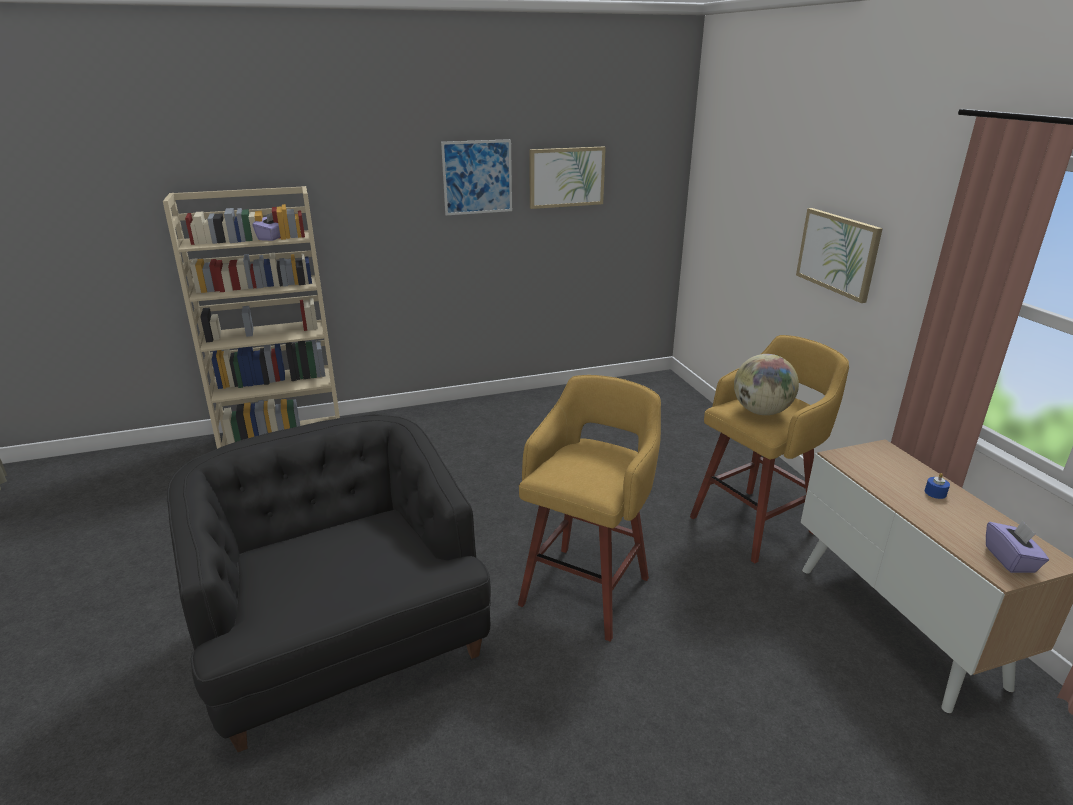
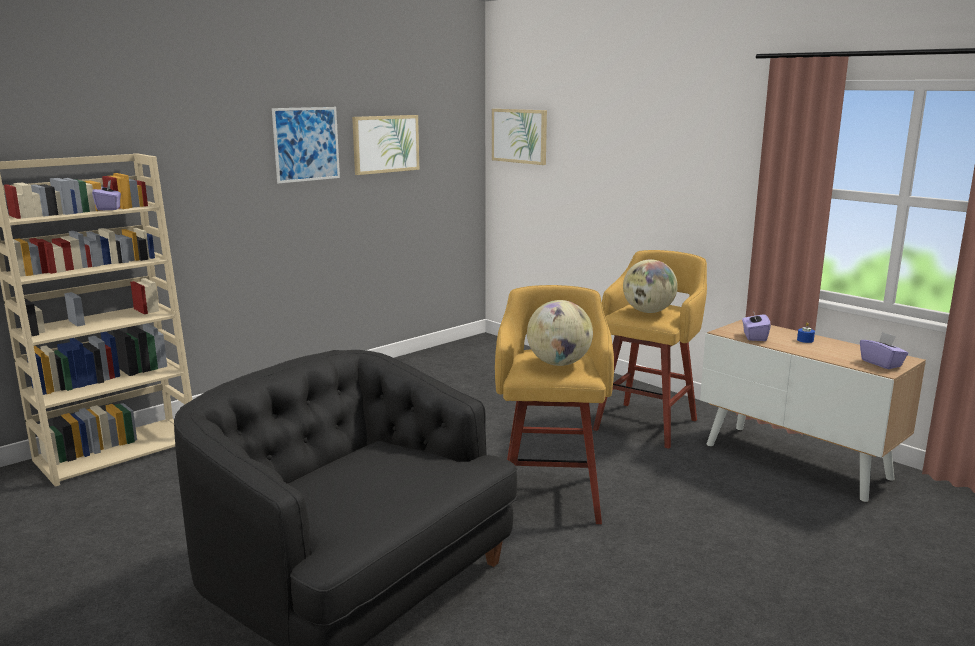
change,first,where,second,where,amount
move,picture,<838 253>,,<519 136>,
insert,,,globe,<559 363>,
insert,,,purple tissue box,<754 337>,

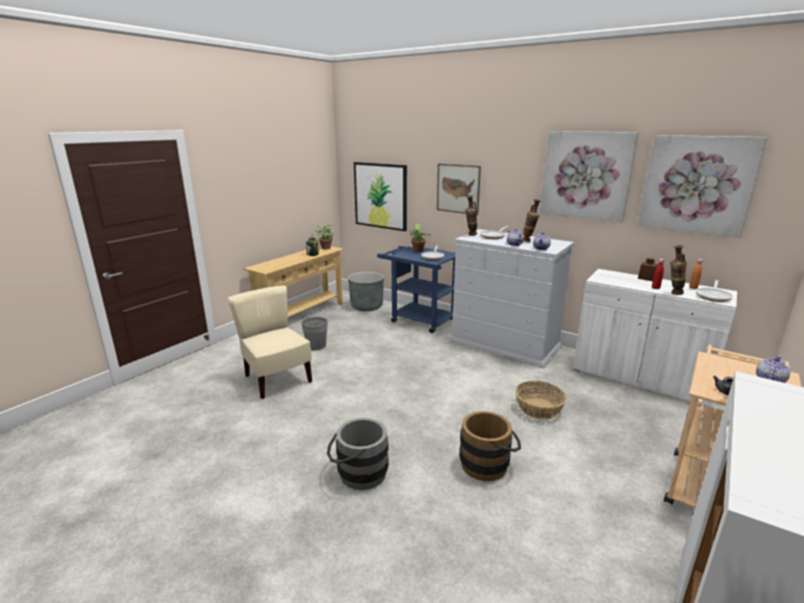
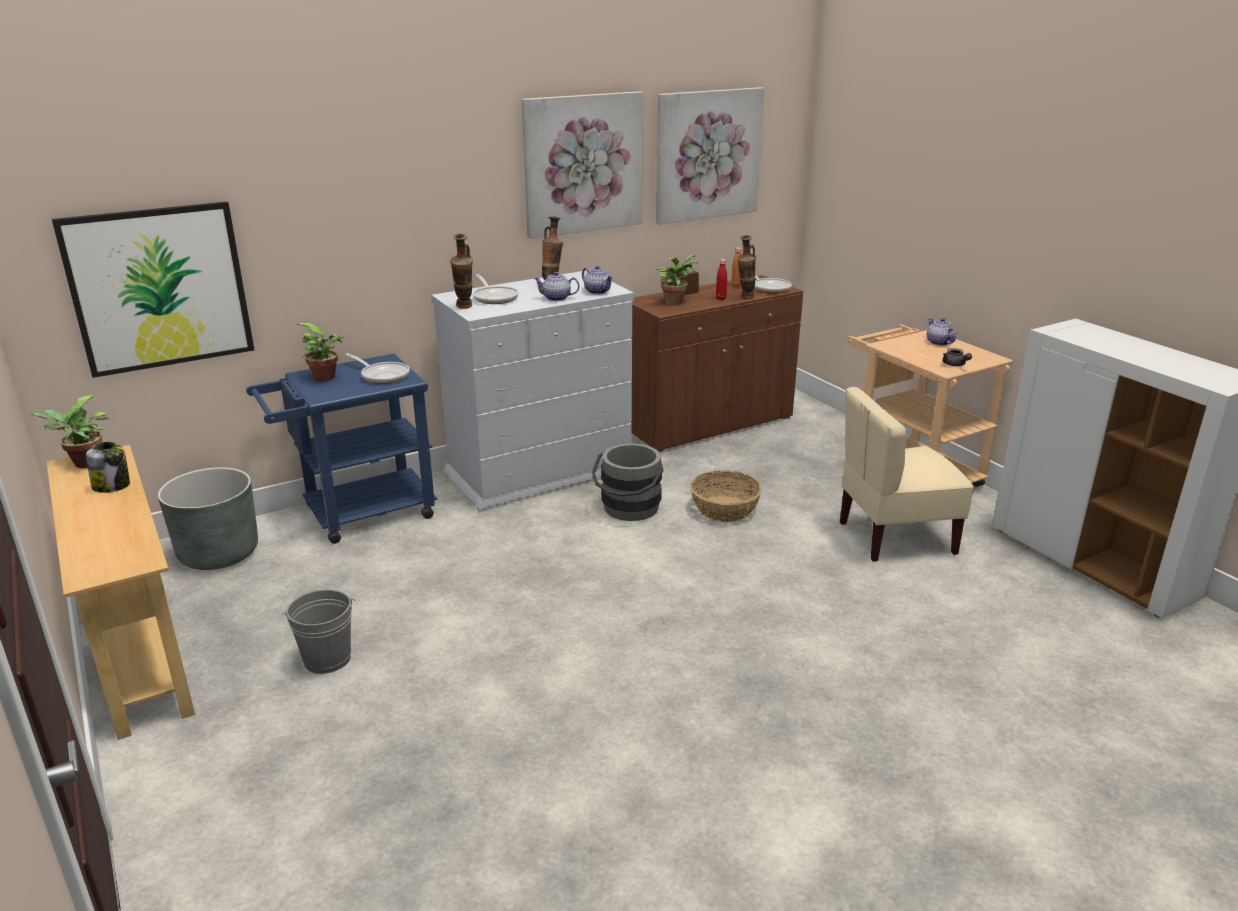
change,first,where,second,where,amount
delete,picture,<458 188>,,,
recolor,white cabinet,<639 378>,brown cabinet,<708 424>,
move,beige chair,<276 379>,,<895 537>,
delete,brown bucket,<488 464>,,,
move,grey bucket,<358 473>,,<629 510>,
insert,,,potted plant,<674 302>,

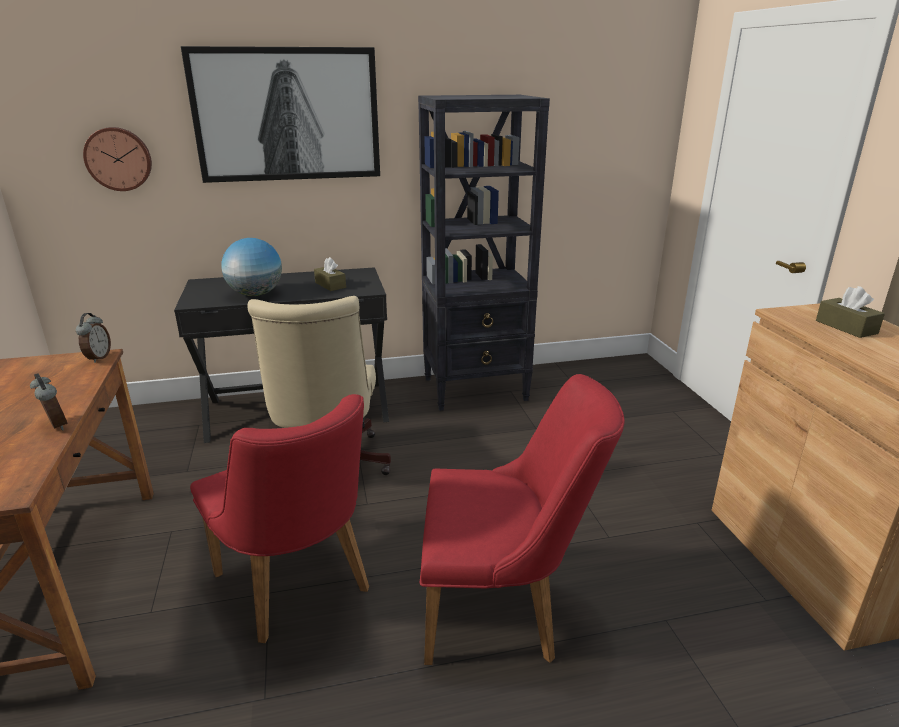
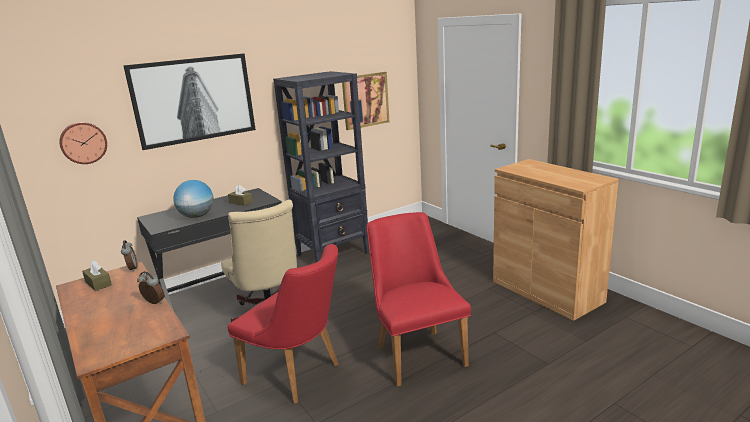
change,first,where,second,where,amount
move,brown tissue box,<846 327>,,<98 283>,
rotate,red chair,<504 611>,,<416 351>,90 degrees counterclockwise
insert,,,picture,<365 100>,

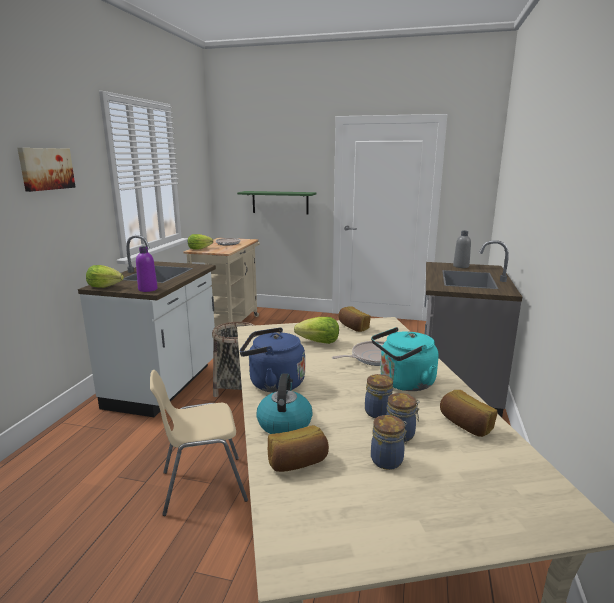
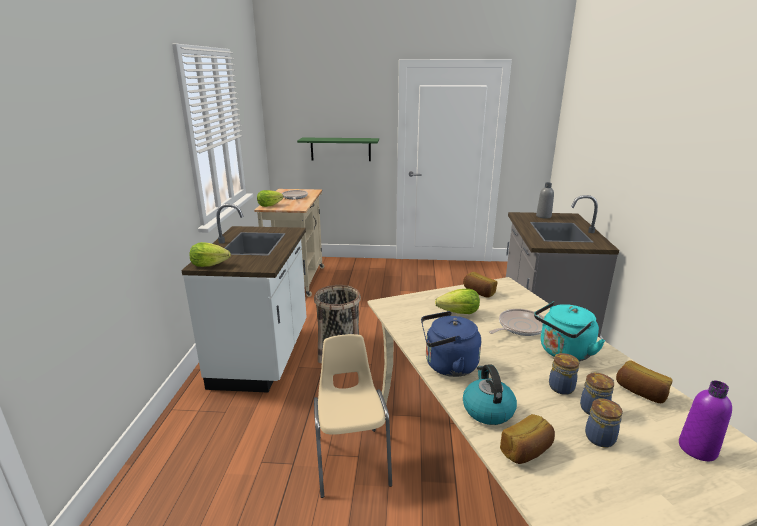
change,first,where,second,where,amount
delete,picture,<46 169>,,,
move,purple bottle,<148 289>,,<697 449>,
rotate,beige chair,<202 485>,,<351 460>,105 degrees clockwise

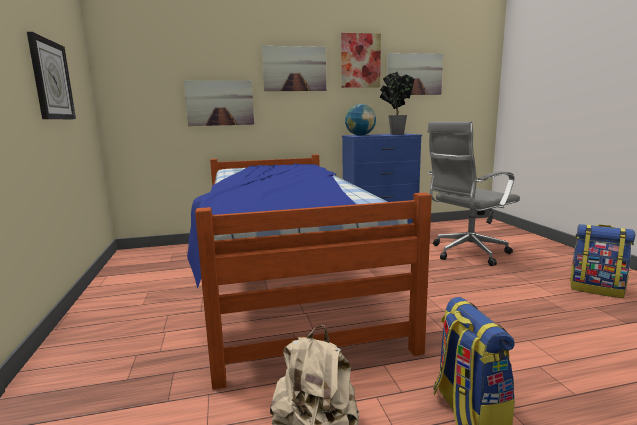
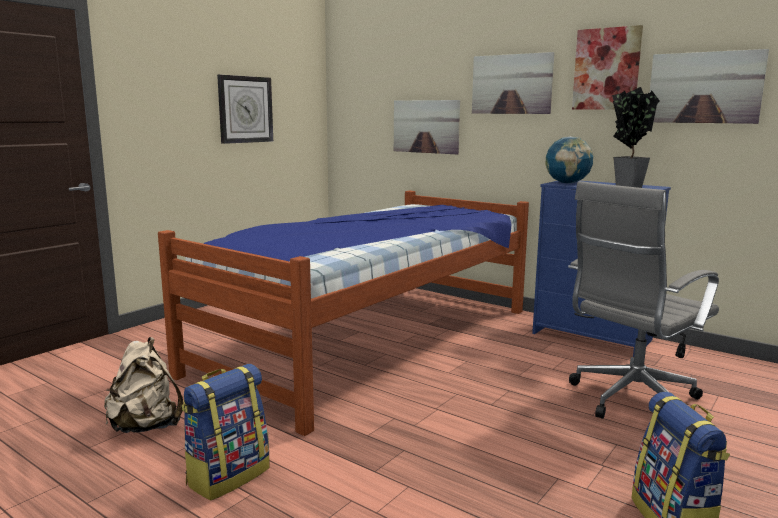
change,first,where,second,where,amount
rotate,grey office chair,<466 253>,,<630 401>,60 degrees counterclockwise

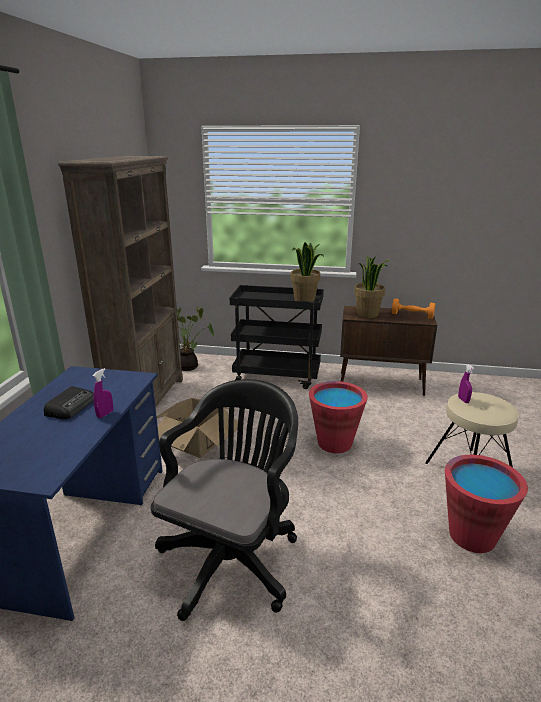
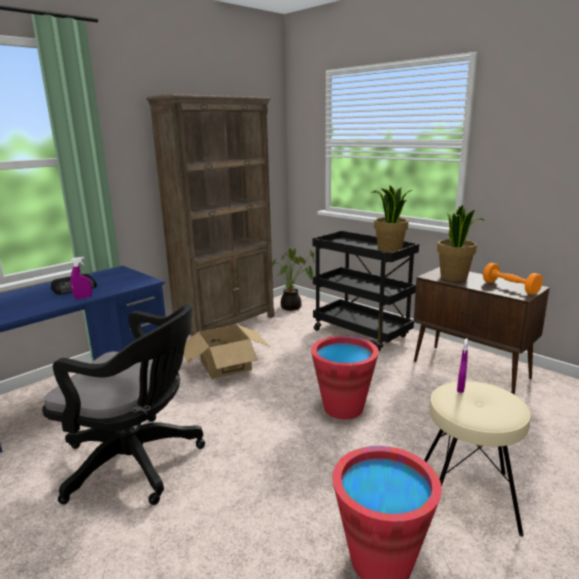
change,first,where,second,where,amount
rotate,black office chair,<233 557>,,<138 462>,45 degrees clockwise

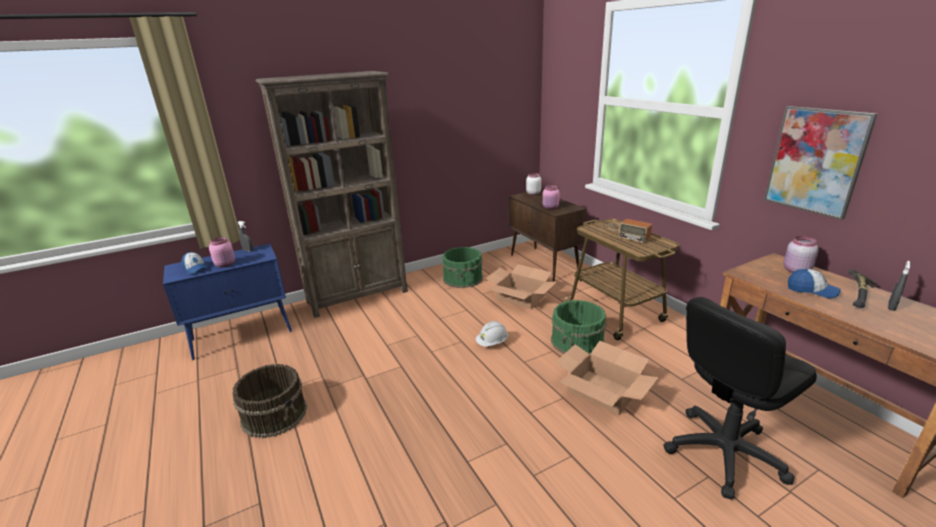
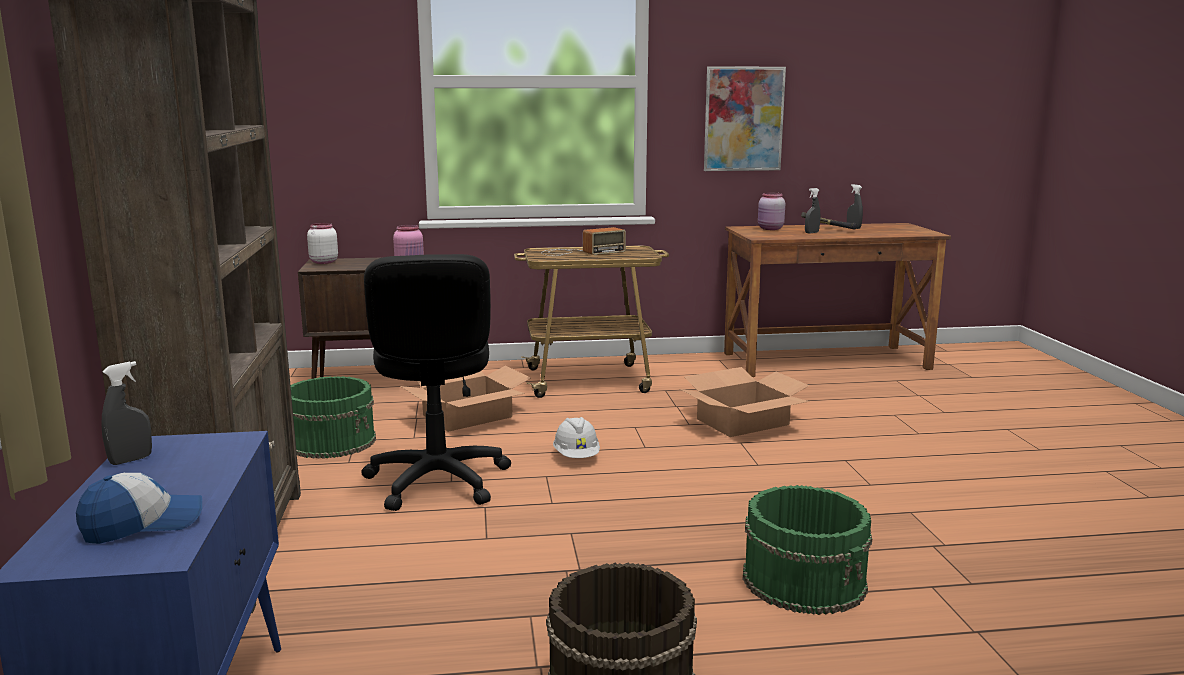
change,first,where,second,where,amount
delete,pink jar,<226 264>,,,
replace,cap,<811 290>,grey spray bottle,<811 232>,
move,black office chair,<723 452>,,<437 481>,
move,green bucket,<577 341>,,<805 580>,

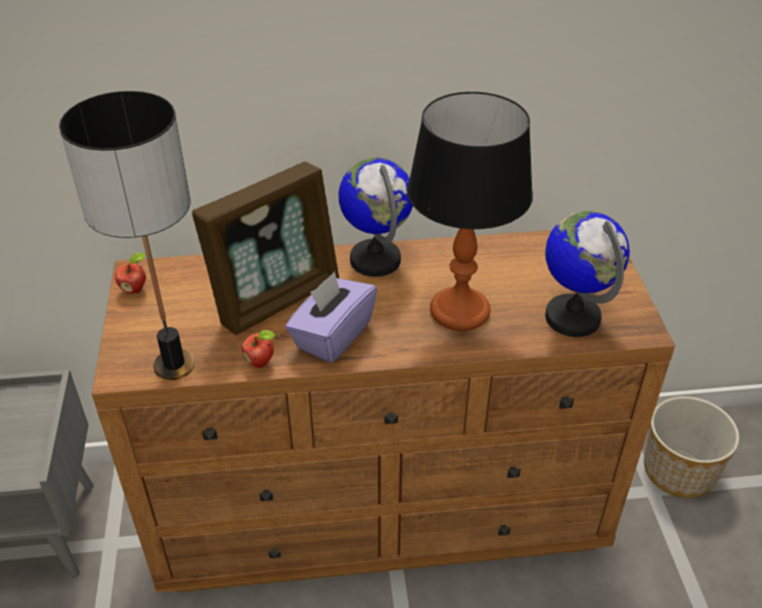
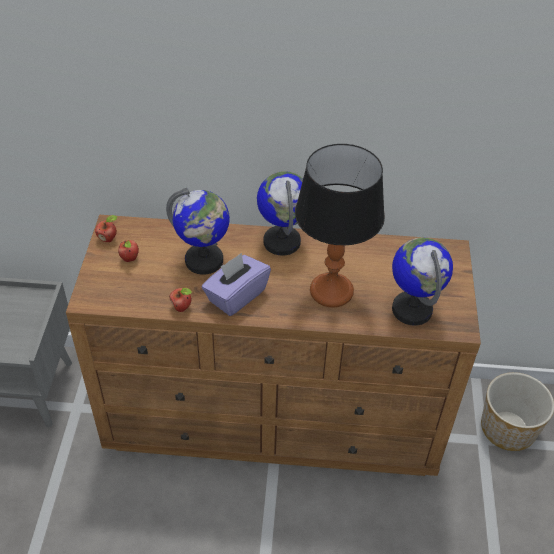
change,first,where,second,where,amount
delete,table lamp,<173 366>,,,
replace,picture frame,<276 298>,globe,<204 261>,
insert,,,apple,<130 259>,

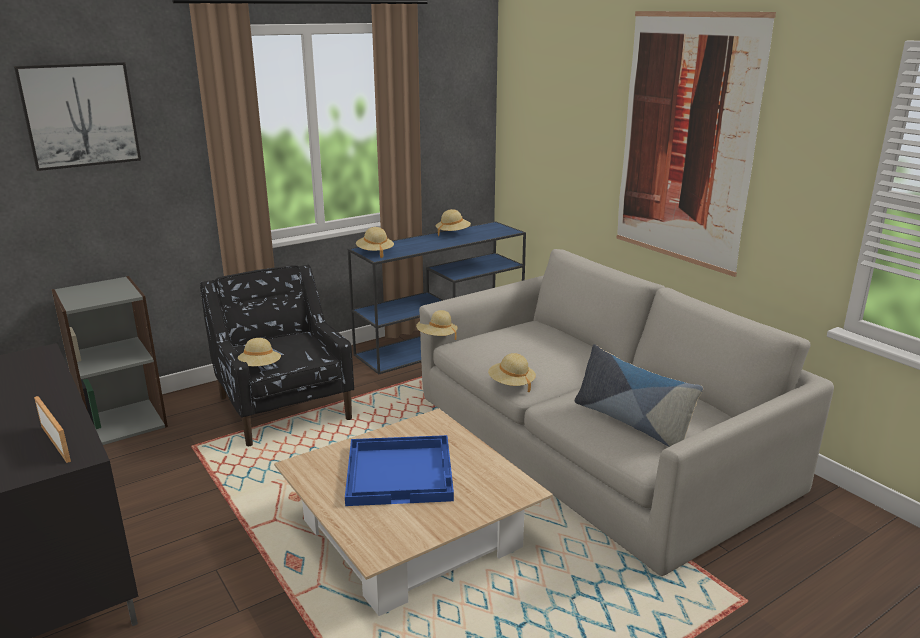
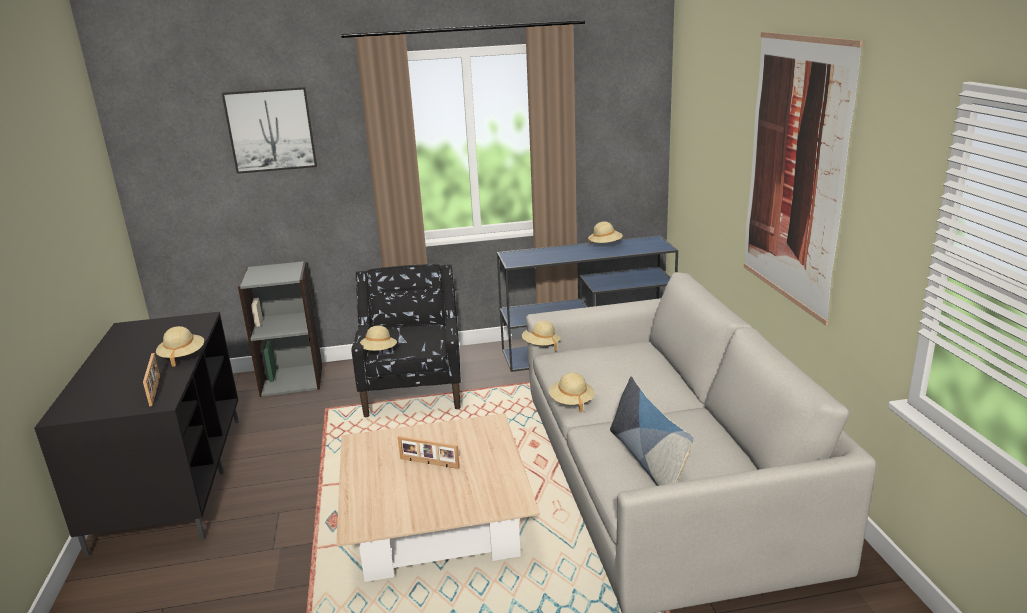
change,first,where,second,where,amount
move,beige hat,<375 252>,,<182 356>,
replace,blue tray,<400 472>,picture frame,<429 463>,

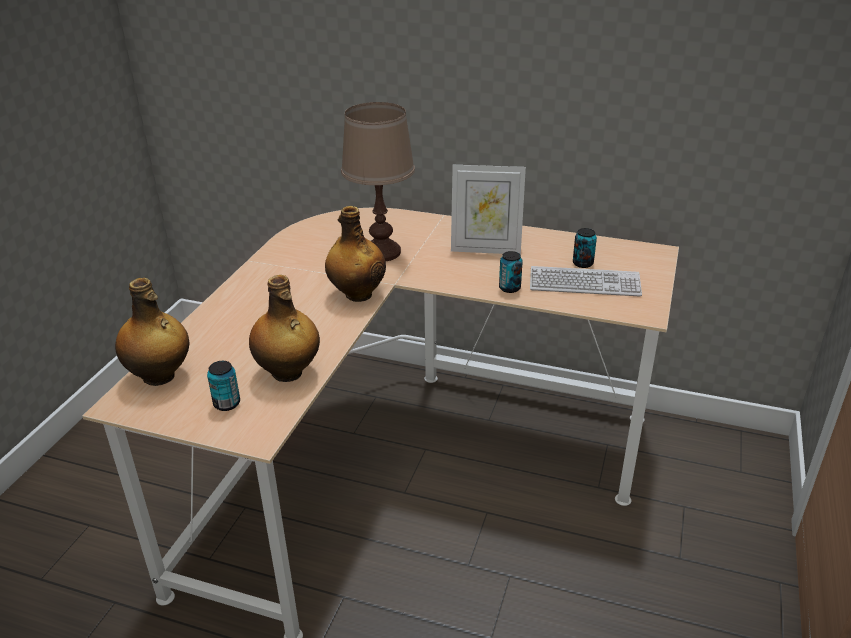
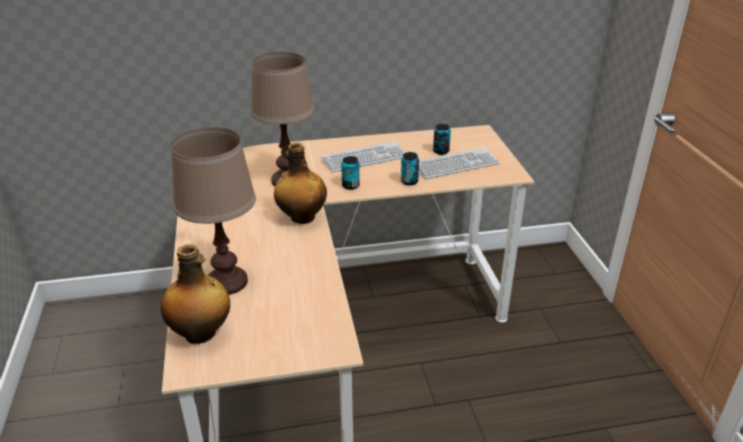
change,first,where,second,where,amount
replace,picture frame,<485 249>,keyboard,<364 158>,
delete,bottle,<288 373>,,,
move,can,<227 403>,,<350 186>,
insert,,,brown table lamp,<227 282>,

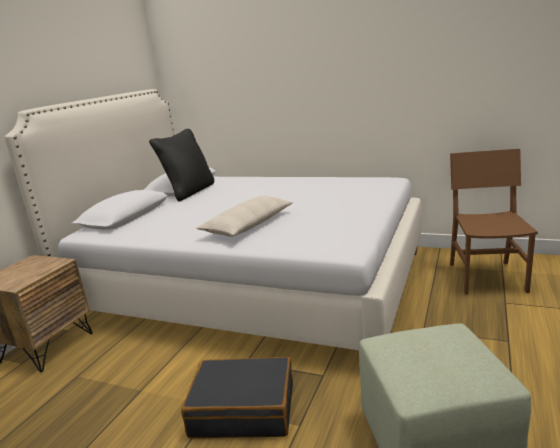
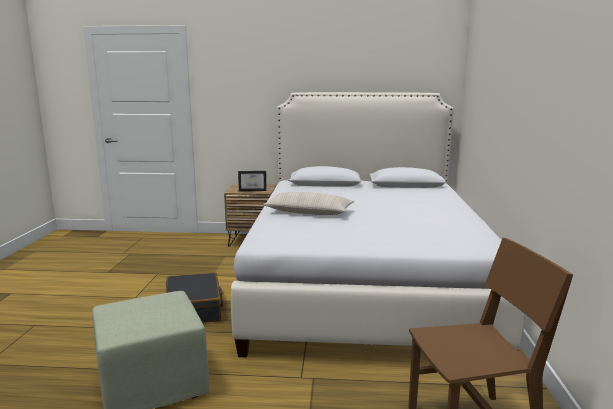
change,first,where,second,where,amount
delete,black pillow,<189 192>,,,
insert,,,picture frame,<253 190>,

